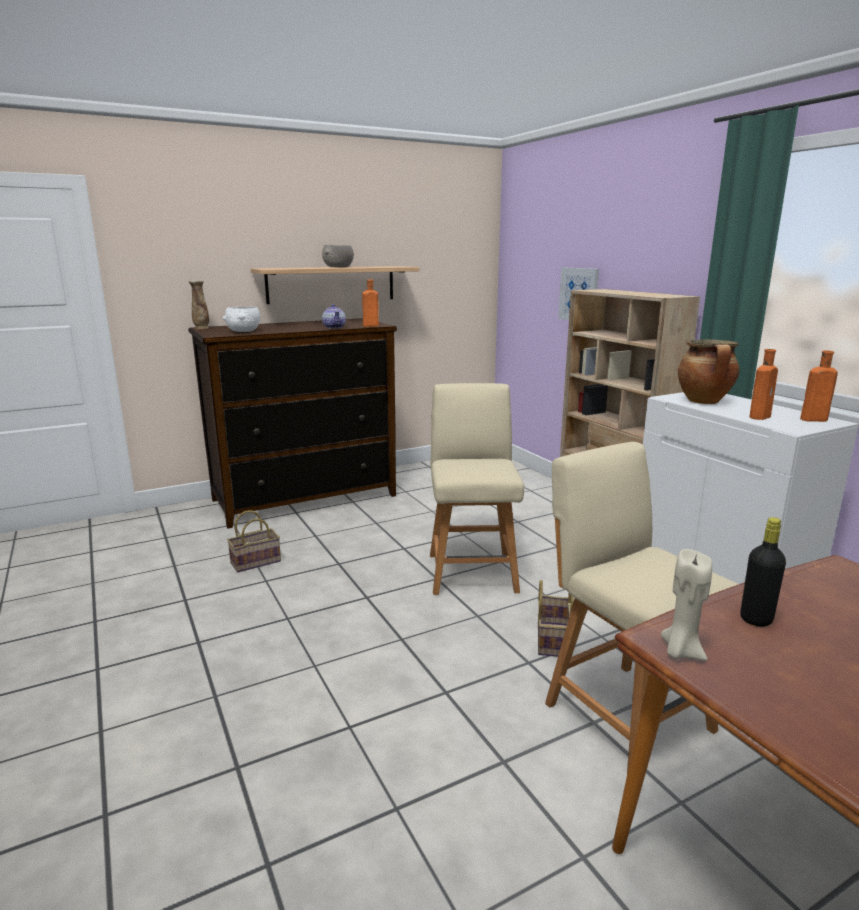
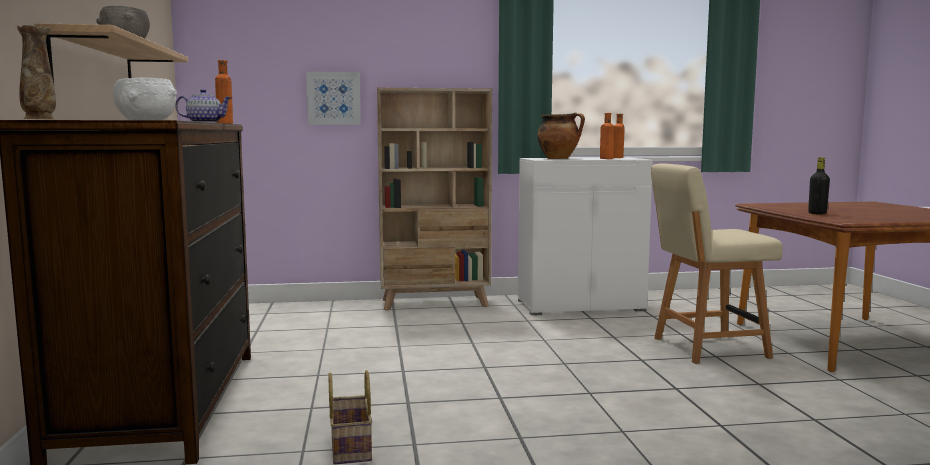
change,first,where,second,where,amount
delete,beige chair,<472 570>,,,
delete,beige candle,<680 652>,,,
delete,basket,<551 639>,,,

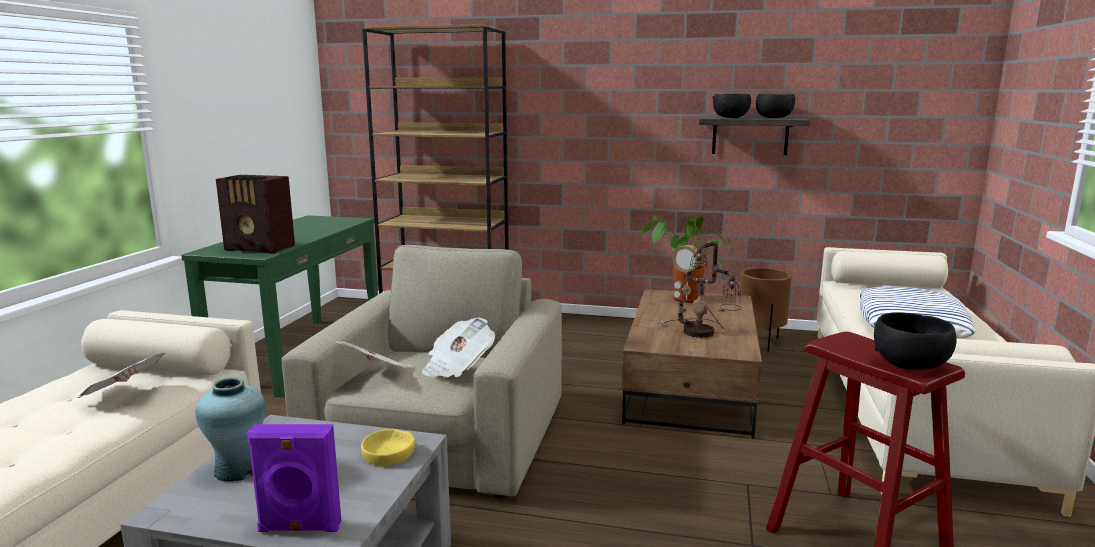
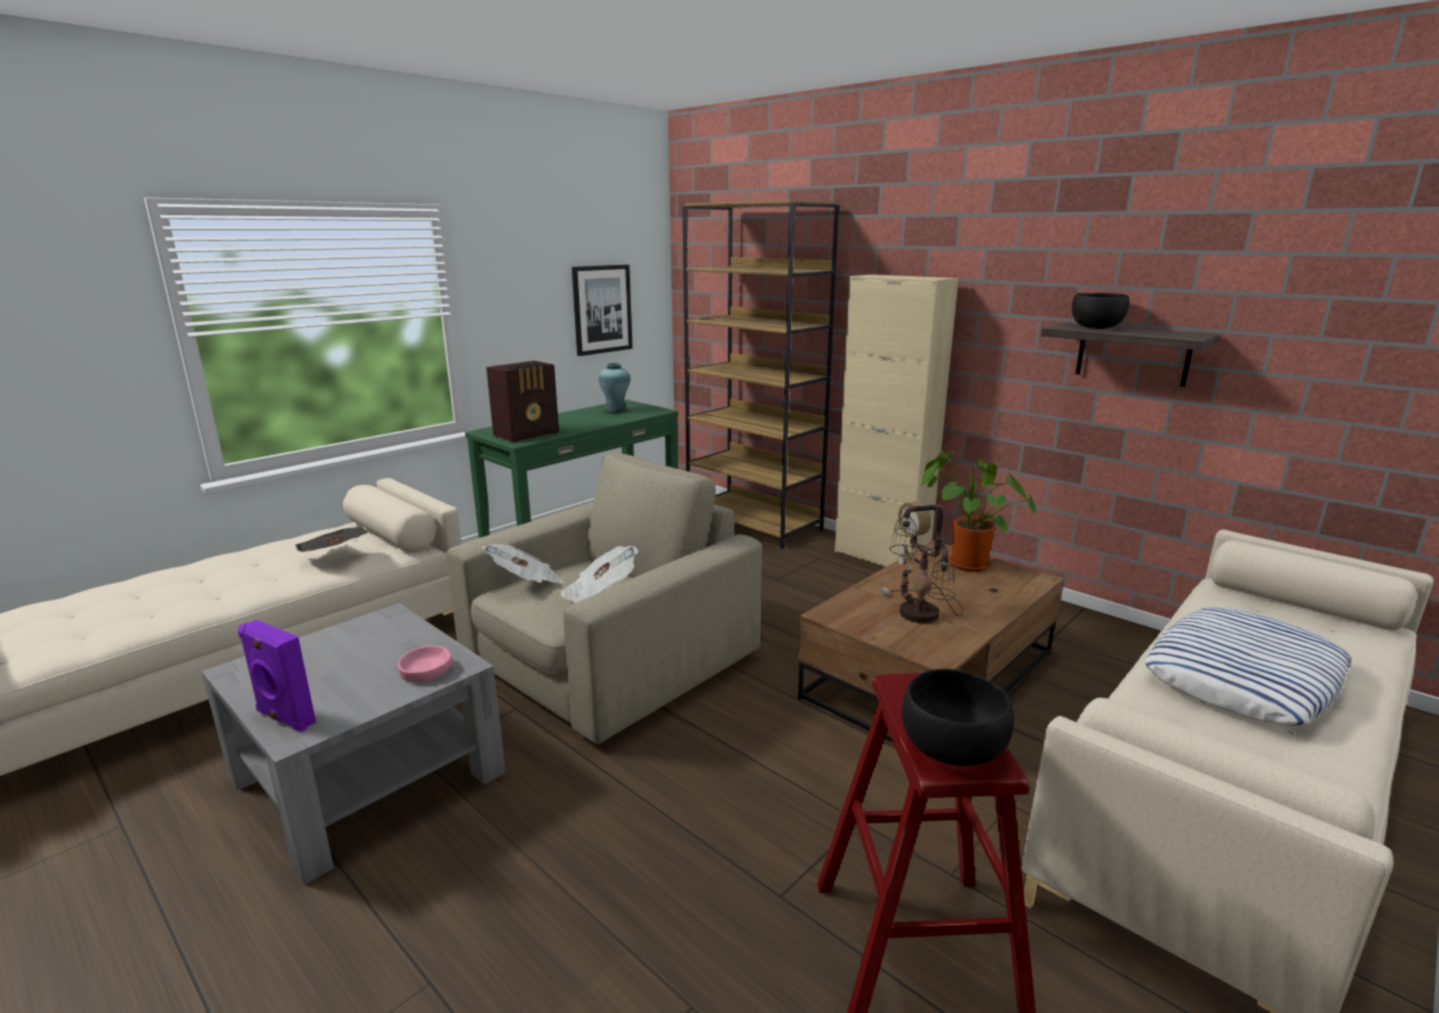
change,first,where,second,where,amount
delete,black bowl,<773 118>,,,
rotate,radio,<260 248>,,<528 434>,90 degrees counterclockwise
delete,brown planter,<760 342>,,,
move,turquoise vase,<238 469>,,<615 410>,
recolor,yellow bowl,<389 454>,pink bowl,<426 670>,
insert,,,picture,<602 309>,
insert,,,beige cabinet,<881 557>,

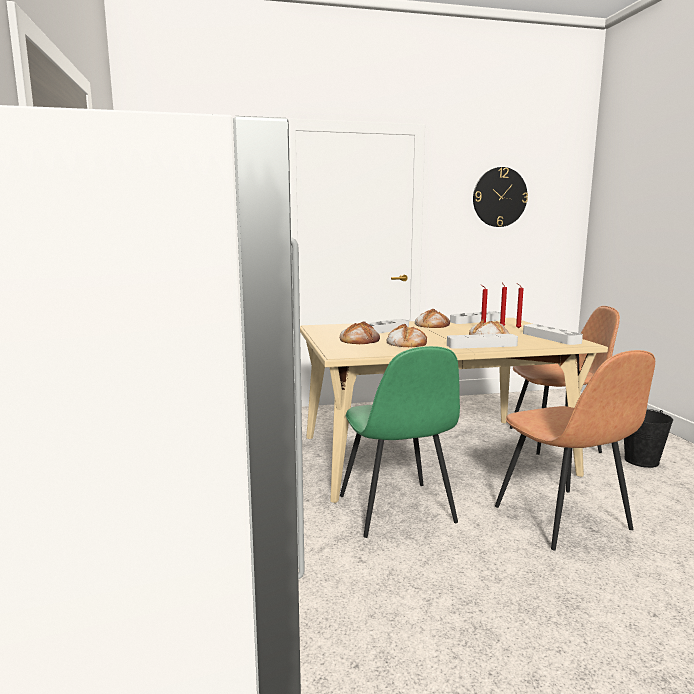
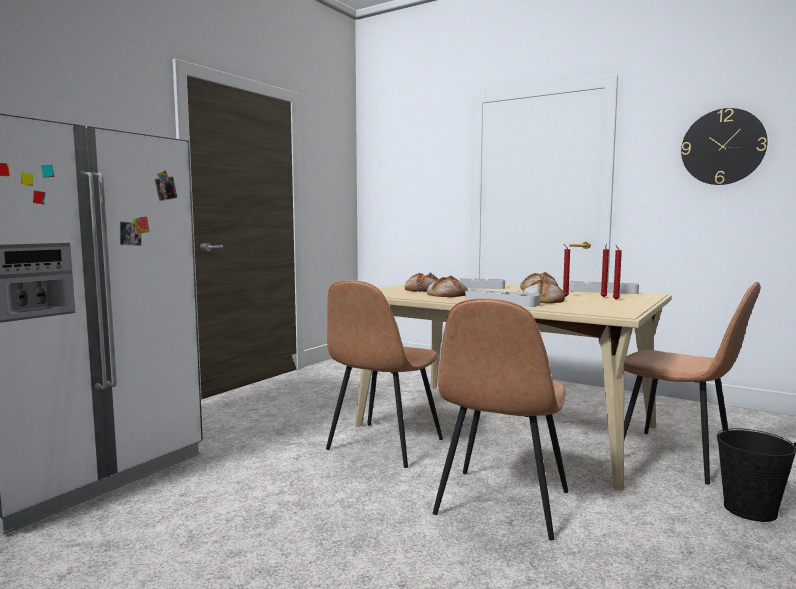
change,first,where,second,where,amount
delete,grey tray,<551 338>,,,
recolor,green chair,<397 510>,brown chair,<383 445>,

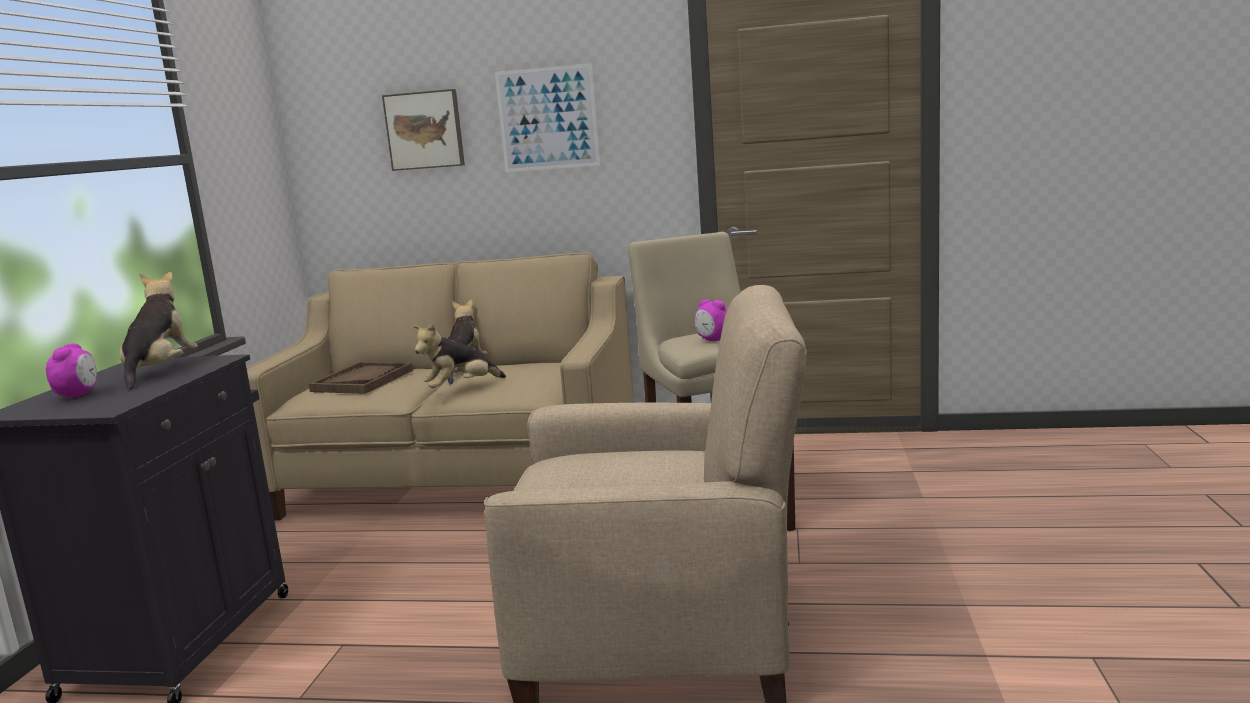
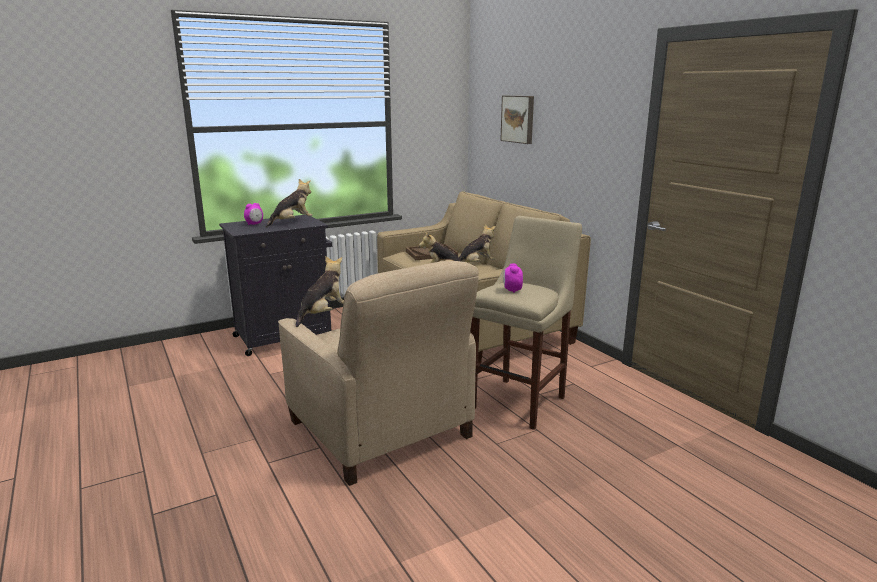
change,first,where,second,where,amount
delete,picture,<547 118>,,,
insert,,,plush toy,<323 314>,

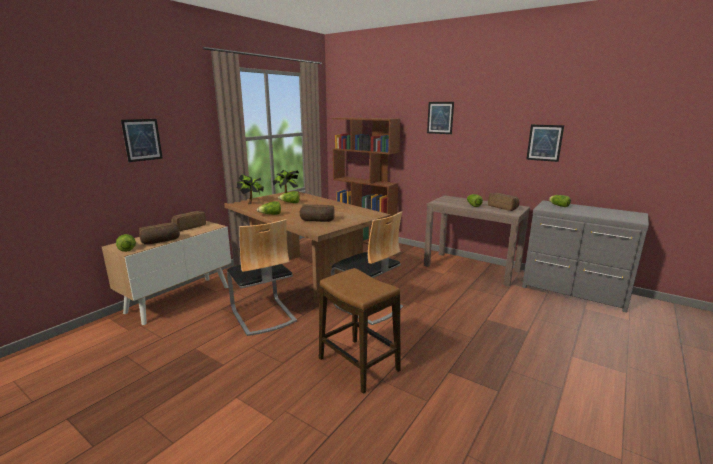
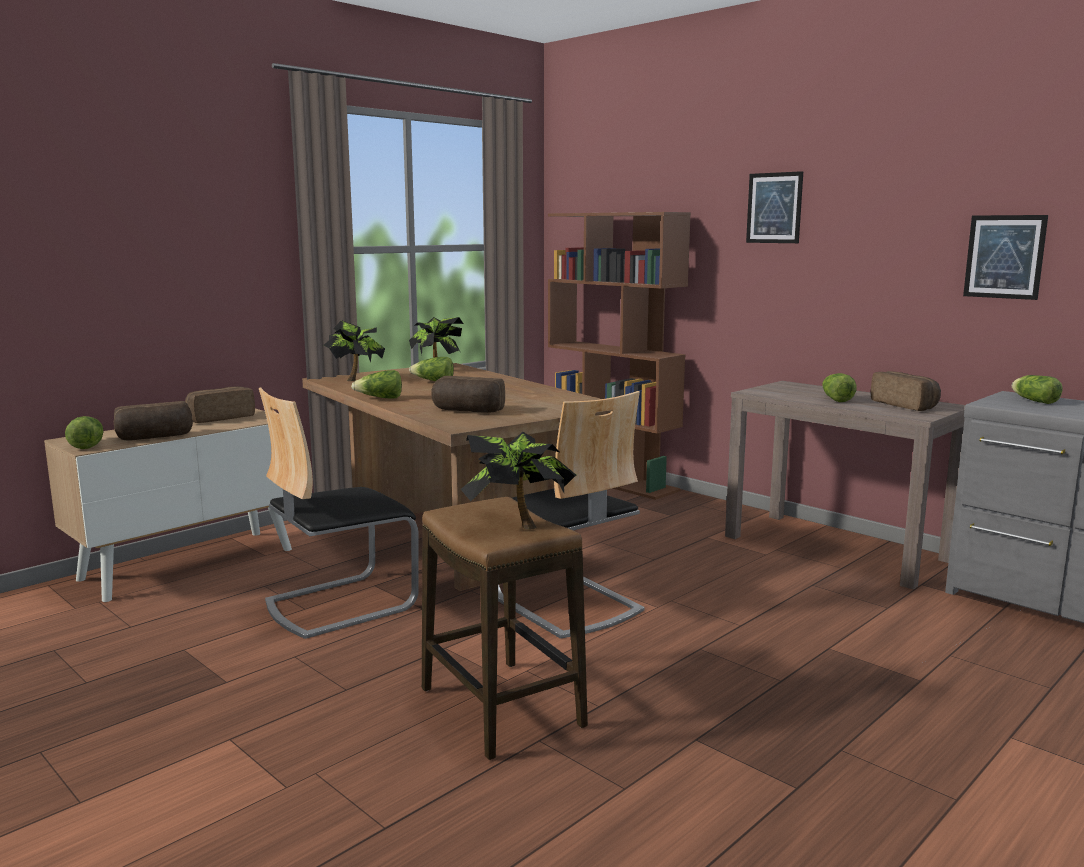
change,first,where,second,where,amount
delete,picture,<142 140>,,,
rotate,chair,<263 315>,,<339 604>,75 degrees clockwise
insert,,,potted plant,<518 524>,

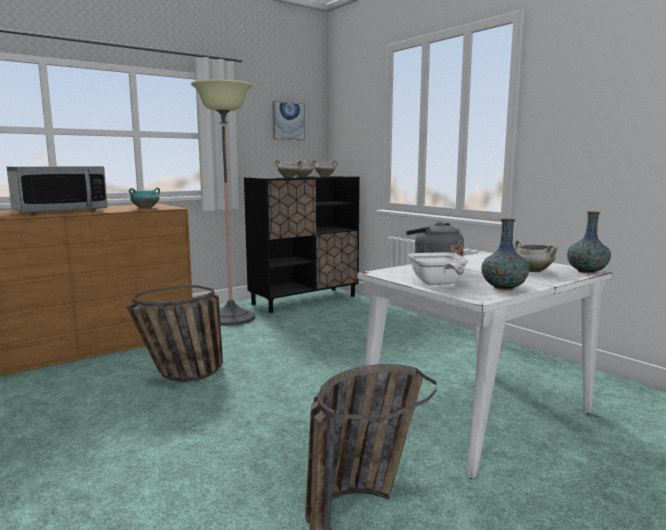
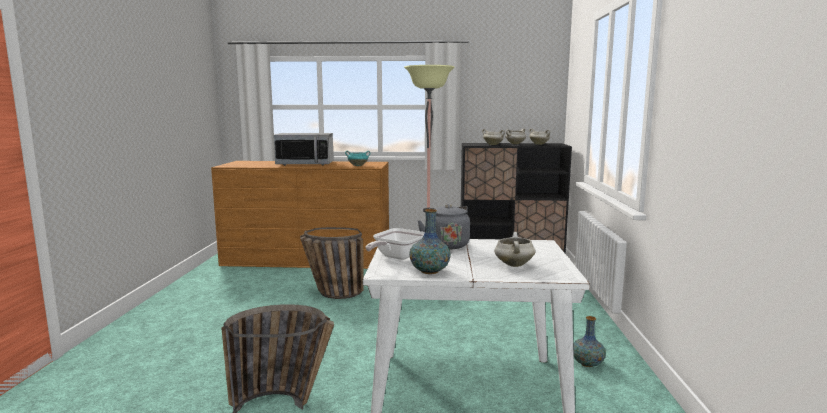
change,first,where,second,where,amount
delete,picture,<288 121>,,,
move,vase,<586 271>,,<587 363>,

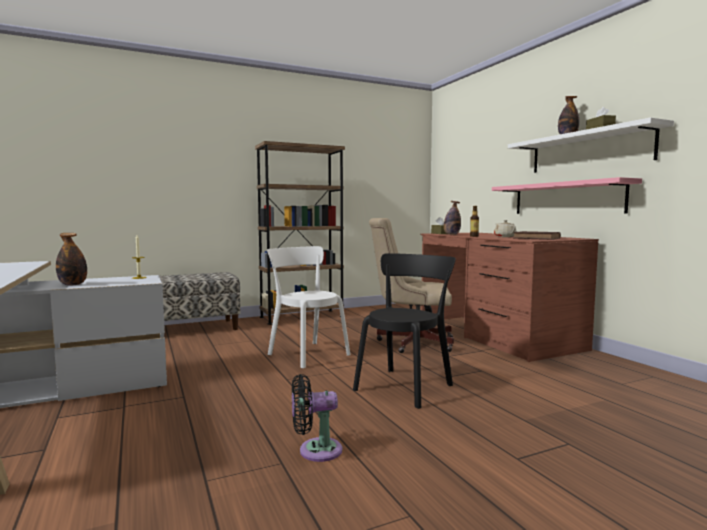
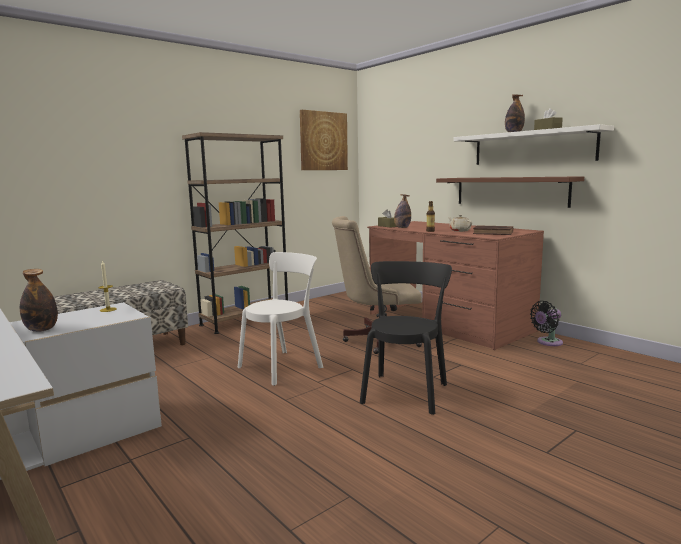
change,first,where,second,where,amount
recolor,pink shelf,<566 198>,brown shelf,<510 191>,
rotate,white chair,<306 354>,,<283 366>,105 degrees clockwise
move,black fan,<315 451>,,<547 342>,
insert,,,picture,<323 141>,

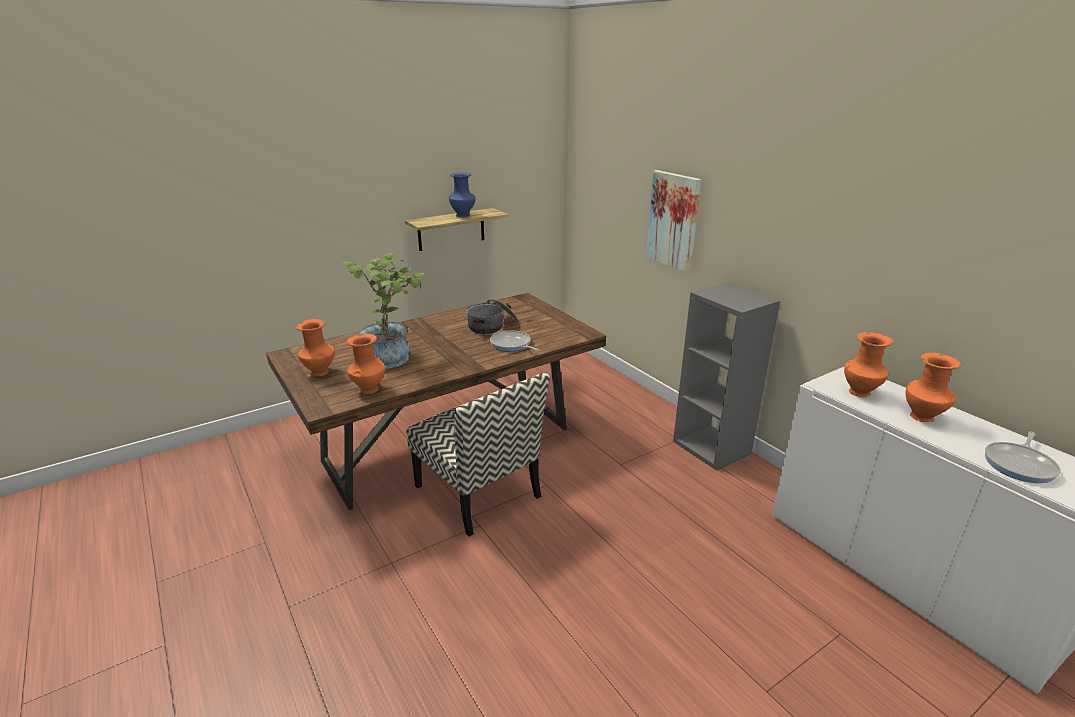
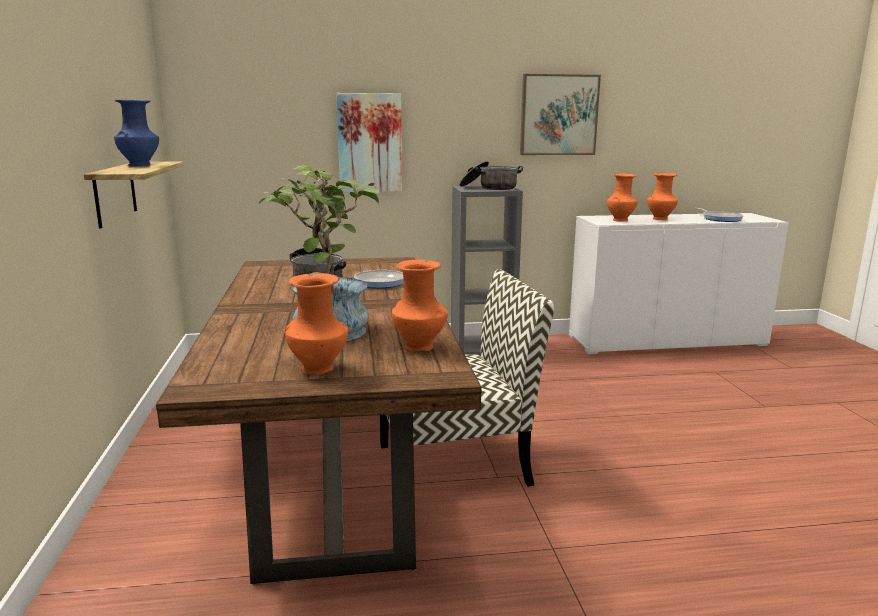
change,first,where,second,where,amount
insert,,,picture,<558 115>,
insert,,,cooking pot,<489 188>,

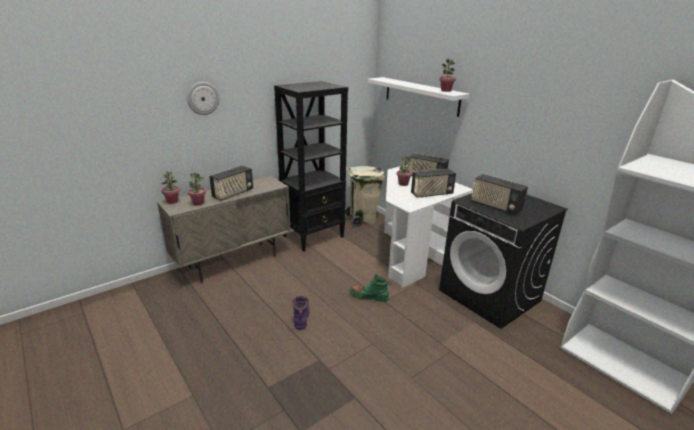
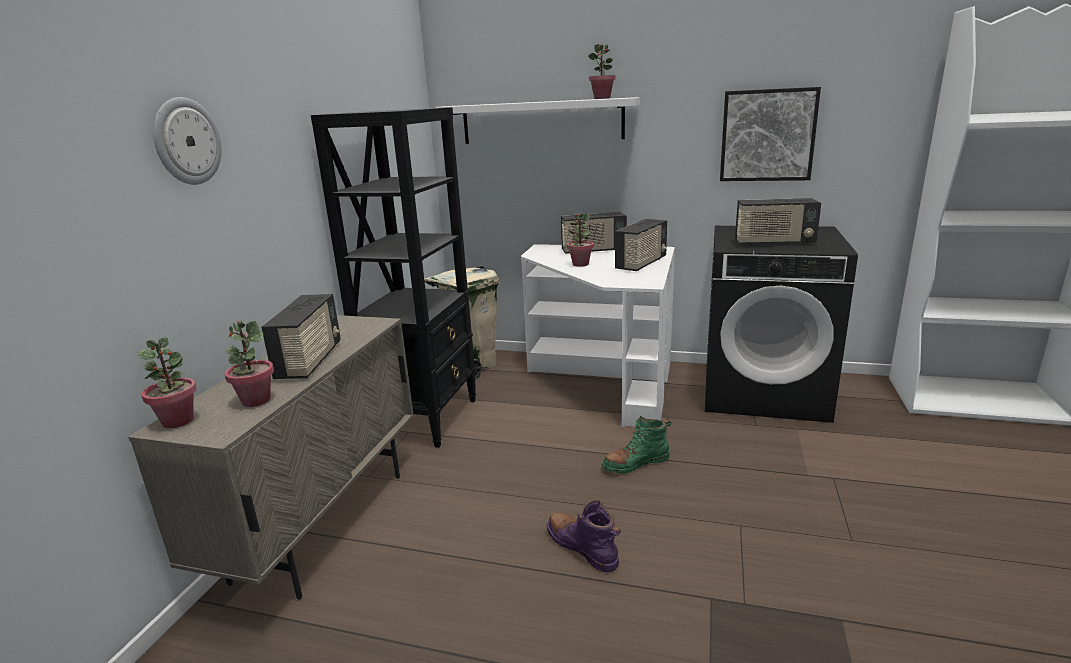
change,first,where,second,where,amount
insert,,,picture,<767 135>,

